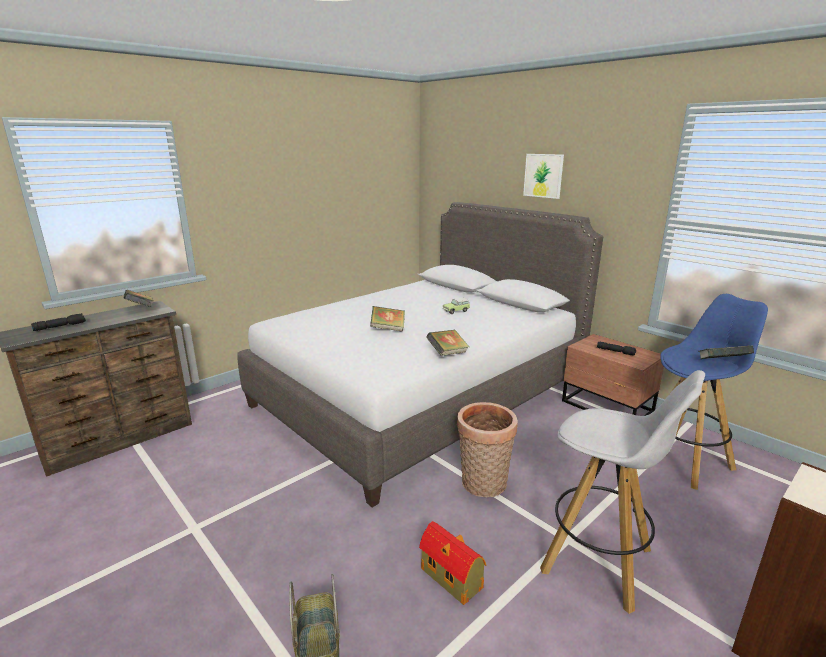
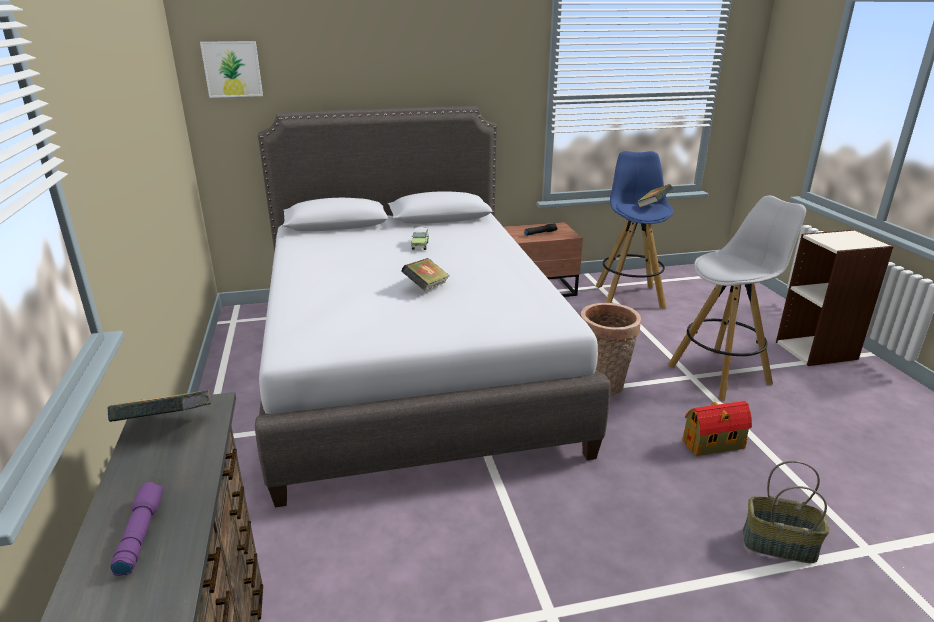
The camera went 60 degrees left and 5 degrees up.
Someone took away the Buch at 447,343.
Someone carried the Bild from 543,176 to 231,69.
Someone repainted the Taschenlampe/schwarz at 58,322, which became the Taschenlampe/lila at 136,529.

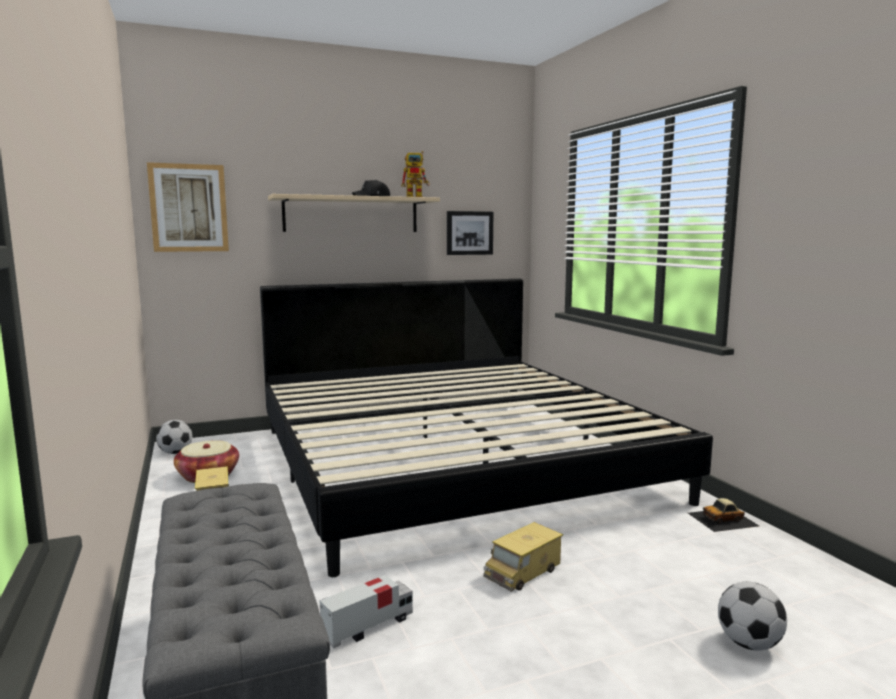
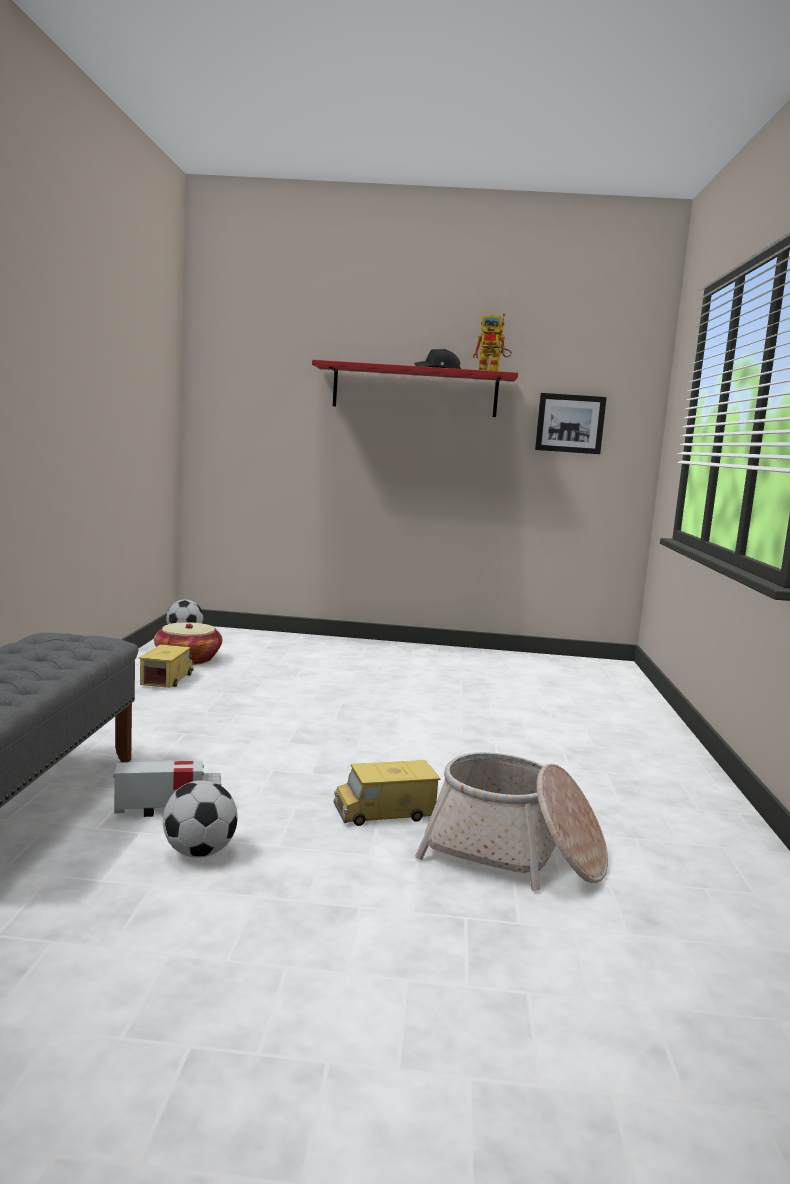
The camera went 25 degrees right and 0 degrees up.
Someone took away the Bild at 188,207.
Someone took away the Bett at 486,428.
Someone took away the Spielzeugauto at 723,515.
Someone put down the Korb at 511,821.
Someone carried the Fußball from 752,616 to 200,819.
Someone repainted the Wandregal/beige at 354,213, which became the Wandregal/rot at 415,388.

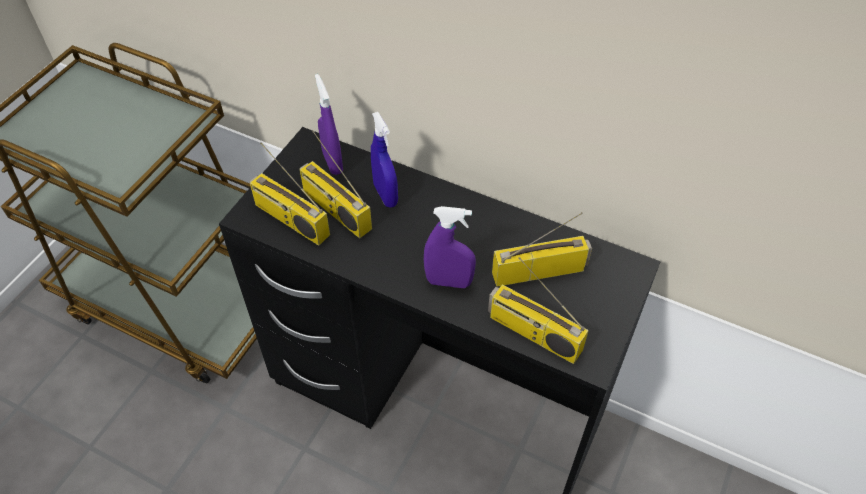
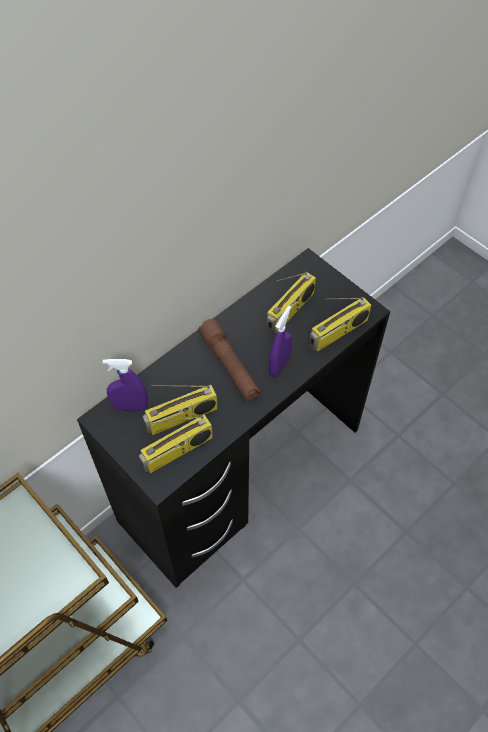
The camera went 70 degrees left and 5 degrees up.
Someone took away the Sprühflasche/blau at 384,160.
Someone put down the Taschenlampe/braun at 229,360.
Someone rotated the Radio at 542,249 by 150 degrees counterclockwise.

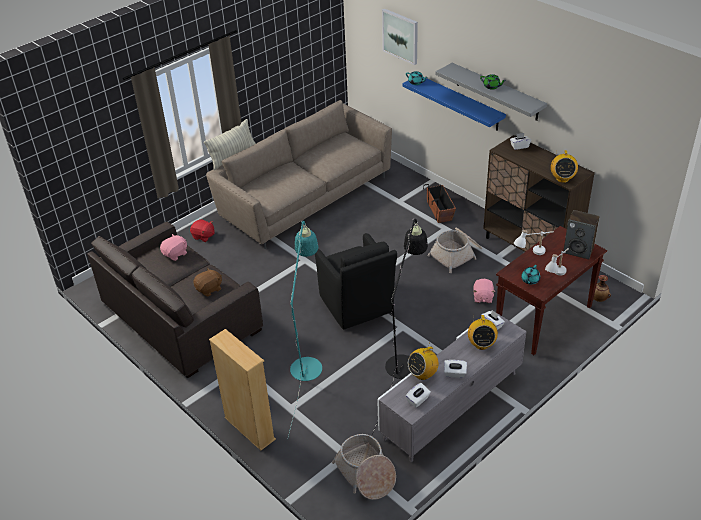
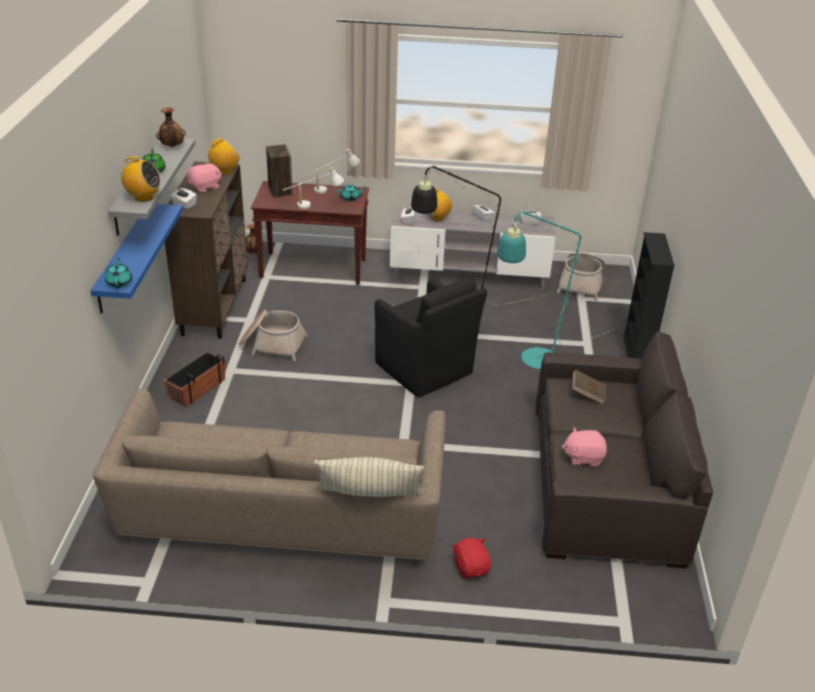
The camera went 135 degrees left and 5 degrees down.
Someone took away the Bild at 400,36.
Someone put down the Vase at 171,127.
Someone carried the Radio from 423,363 to 139,179.
Someone carried the Plüschtier/rosa from 484,291 to 204,177.
Someone swapped the Plüschtier/braun at 207,282 for the Buch/braun at 589,387.
Someone repainted the Bücherregal/beige at 242,390, which became the Bücherregal/schwarz at 649,295.
Someone rotated the Sessel/schwarz at 356,281 by 120 degrees clockwise.

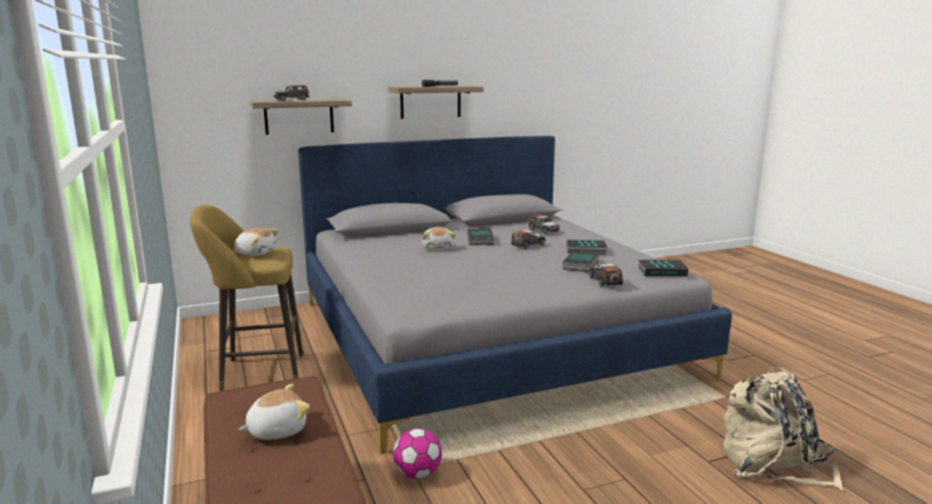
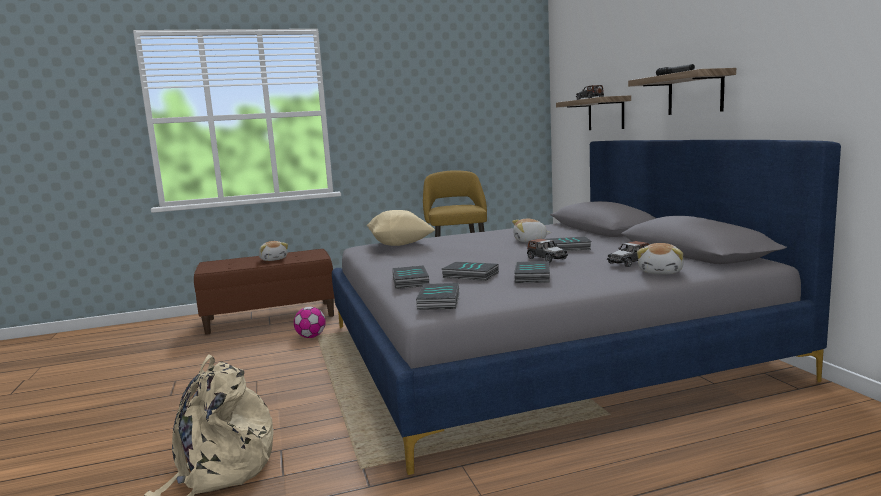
The camera went 95 degrees right and 5 degrees down.
Someone put down the Kissen/beige at 401,228.
Someone carried the Plüschtier from 256,242 to 660,258.
Someone swapped the Spielzeugauto at 606,275 for the Buch at 410,277.

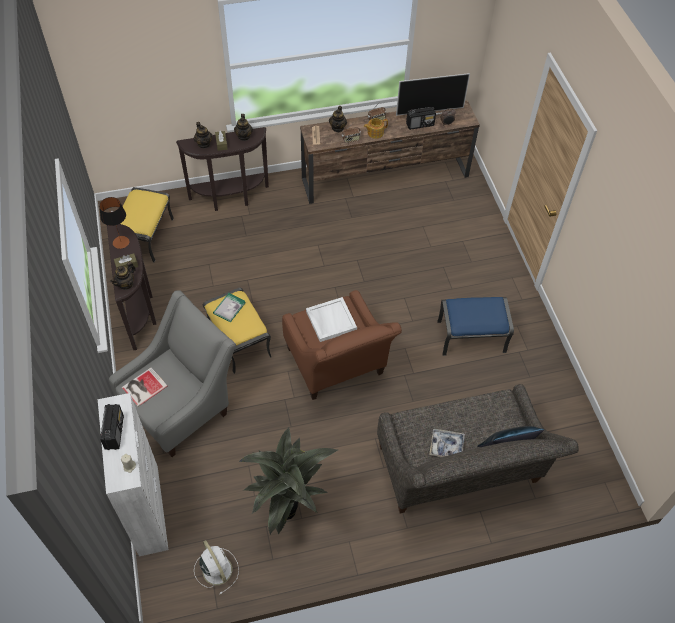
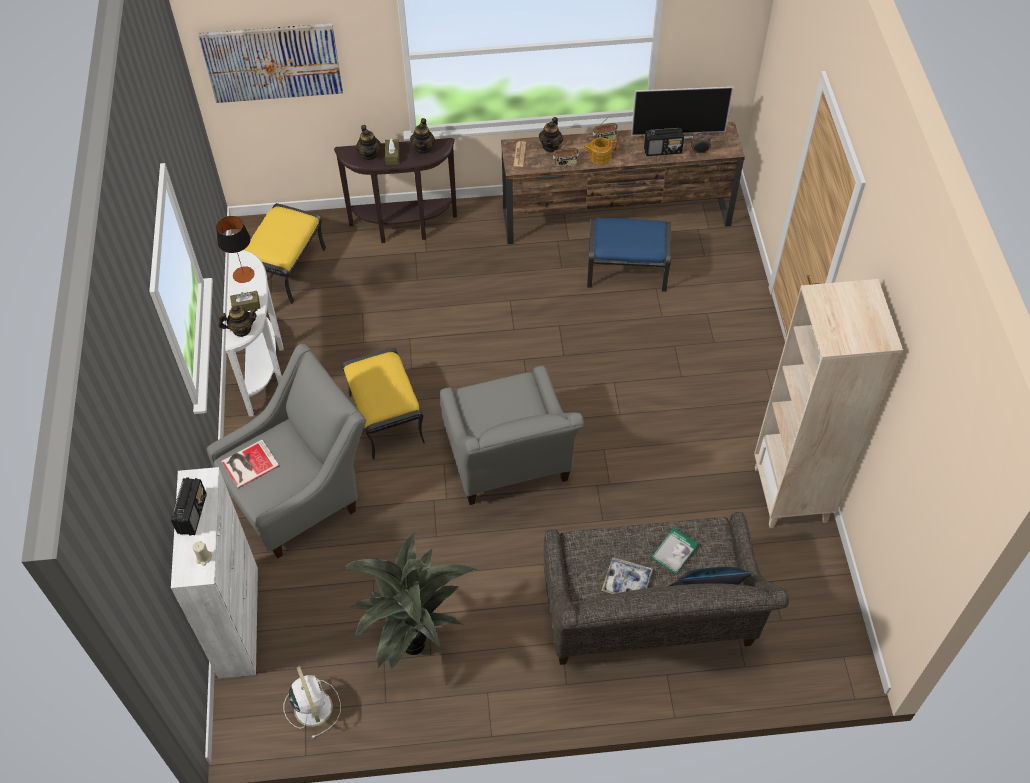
The camera went 10 degrees right and 0 degrees up.
Someone took away the Tablett/weiß at 331,319.
Someone put up the Bild at 270,63.
Someone put down the Bücherregal/beige at 828,403.
Someone carried the Buch from 229,307 to 675,551.
Someone carried the Polsterhocker/blau from 475,326 to 629,255.
Someone repainted the Konsolentisch/braun at 131,287, which became the Konsolentisch/weiß at 254,333.
Someone repainted the Sessel/braun at 342,345, which became the Sessel/grau at 512,435.
Someone rotated the Teekanne at 123,275 by 150 degrees counterclockwise.

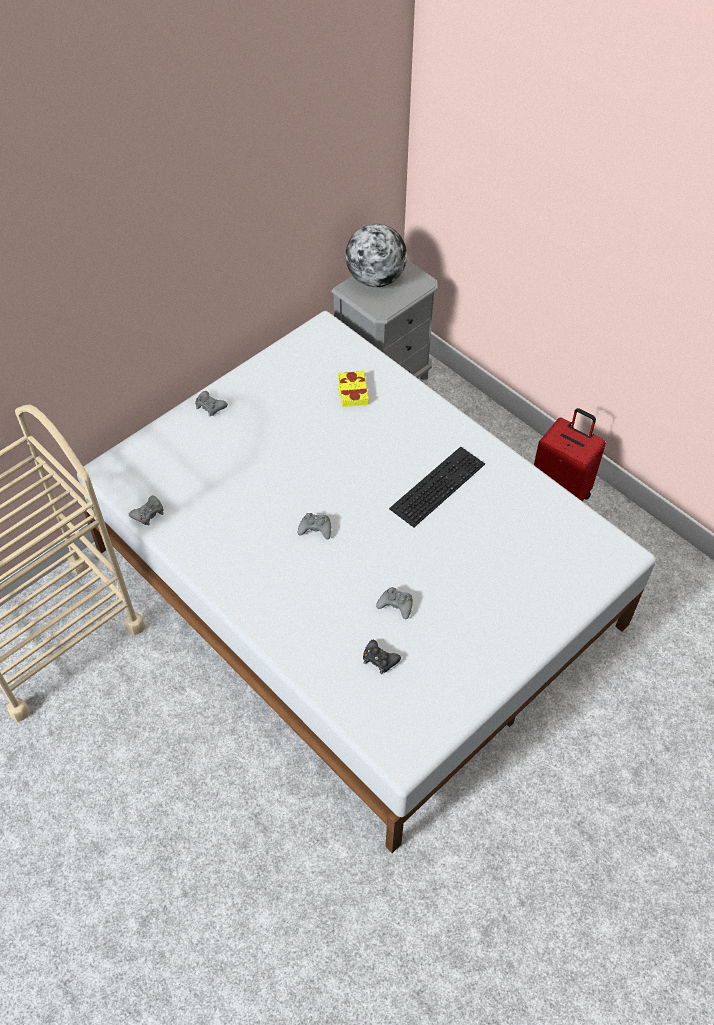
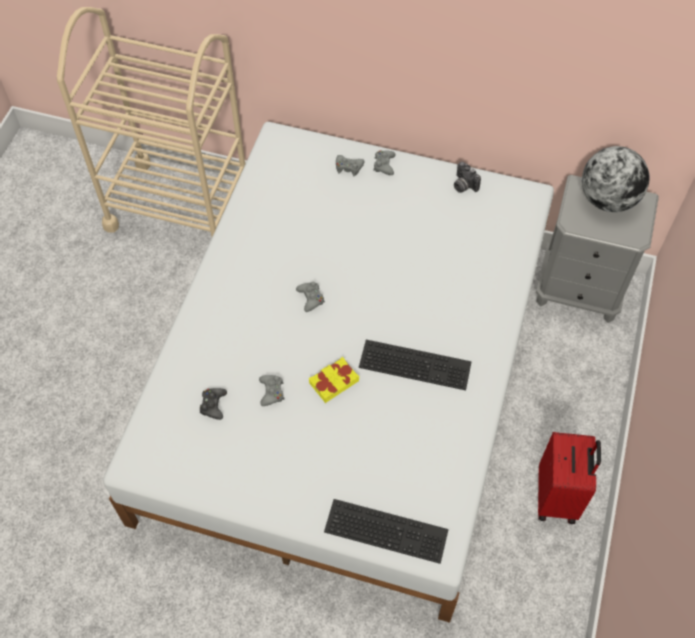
The camera went 60 degrees right and 5 degrees up.
Someone put down the Tastatur at 386,531.
Someone put down the Kamera at 467,177.
Someone carried the Gamepad/grau from 146,511 to 350,165.
Someone carried the Buch/gelb from 353,388 to 334,380.

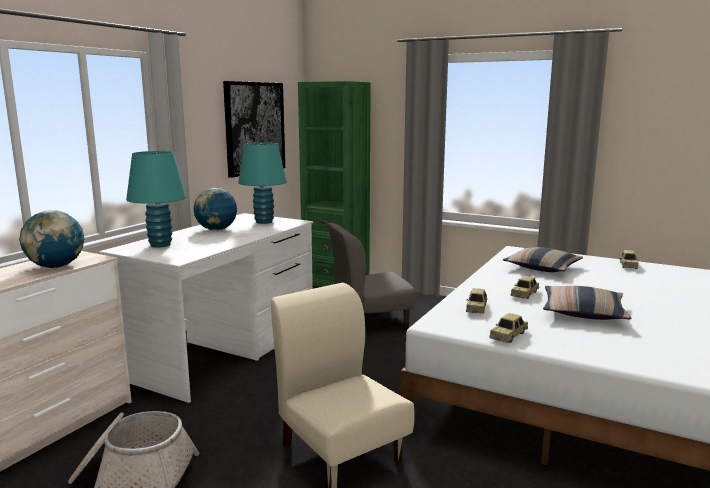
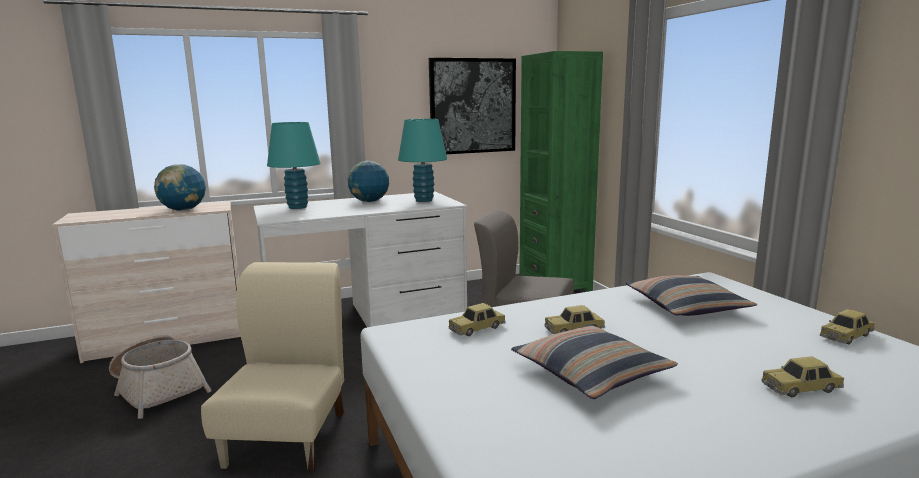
The camera went 40 degrees right and 0 degrees up.
Someone carried the Spielzeugauto from 508,328 to 802,376.

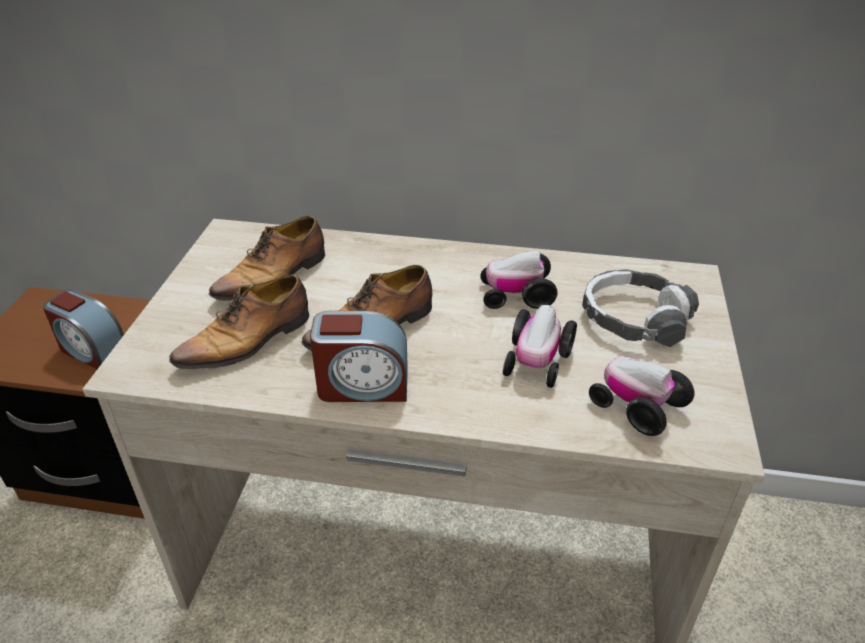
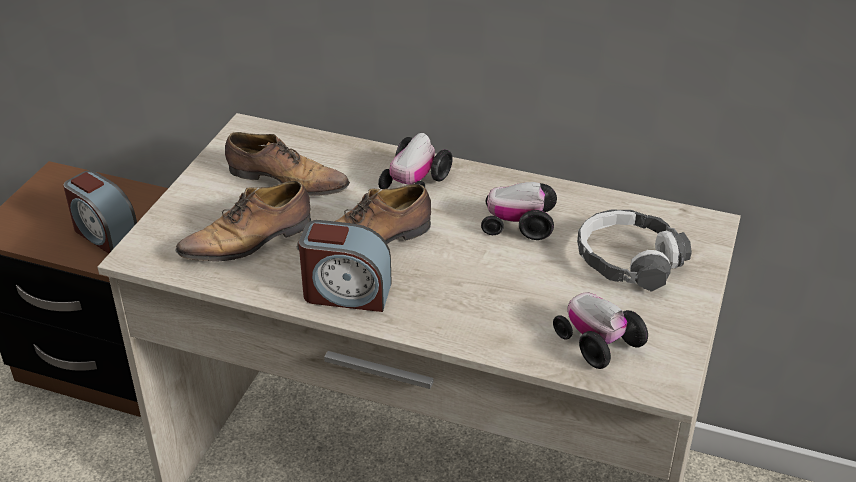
The camera went 10 degrees right and 0 degrees up.
Someone carried the Spielzeugauto from 540,346 to 415,161.
Someone rotated the Schuh at 266,262 by 120 degrees counterclockwise.

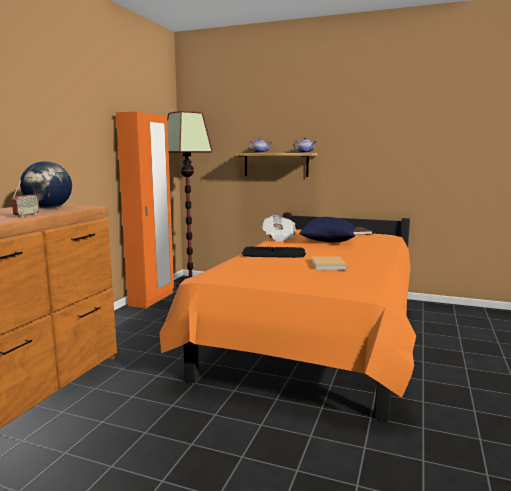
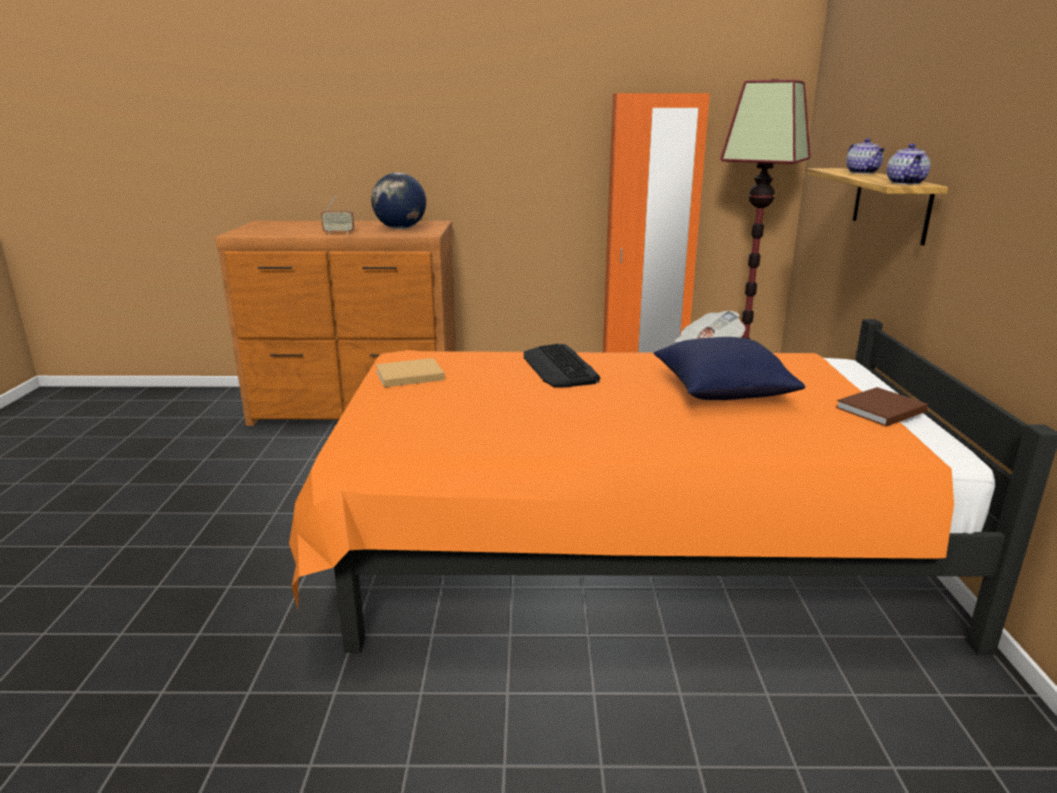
The camera went 70 degrees right and 10 degrees up.
Someone carried the Buch/beige from 329,263 to 410,372.

